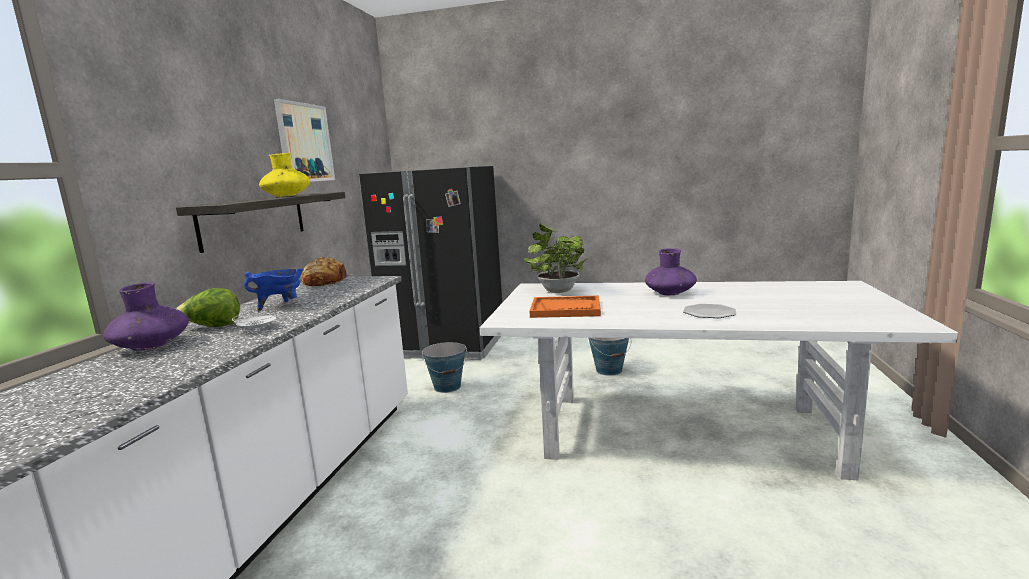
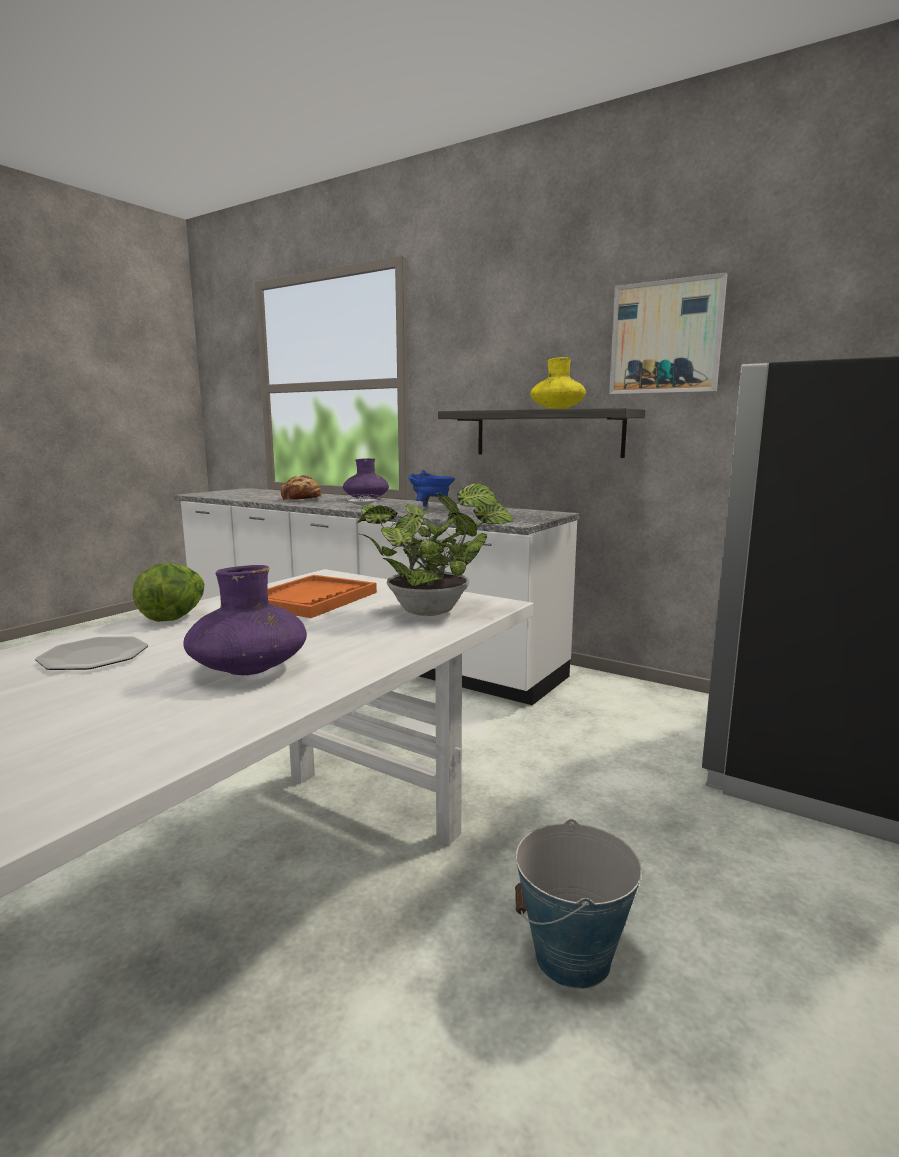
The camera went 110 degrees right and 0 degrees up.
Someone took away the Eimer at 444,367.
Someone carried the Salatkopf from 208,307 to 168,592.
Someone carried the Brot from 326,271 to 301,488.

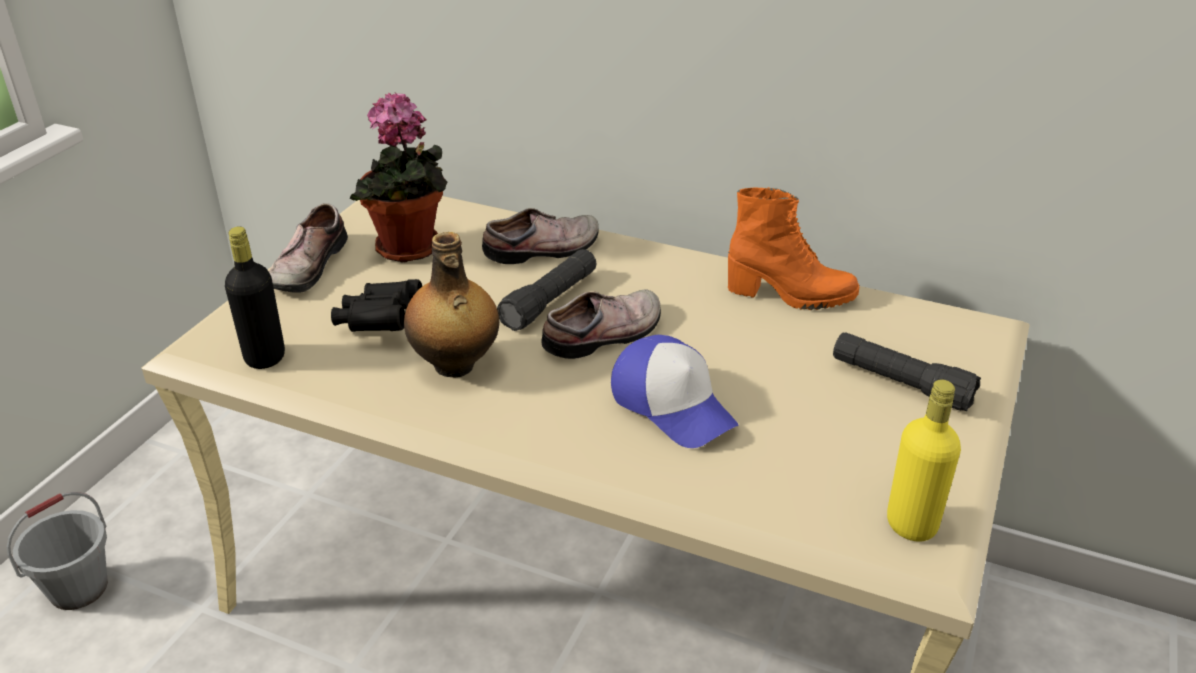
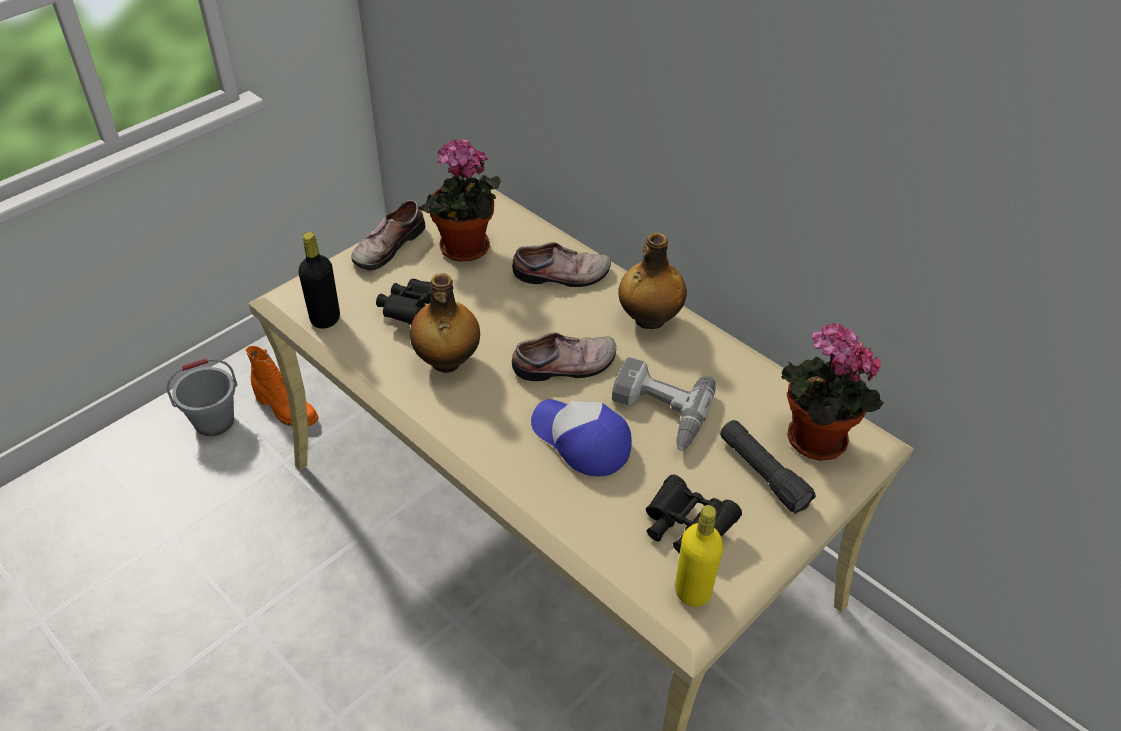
The camera went 20 degrees right and 10 degrees up.
Someone took away the Taschenlampe/schwarz at 547,290.
Someone put down the Bohrmaschine at 664,404.
Someone put down the Flasche at 652,281.
Someone put down the Fernglas/schwarz at 694,513.
Someone put down the Topfpflanze at 832,391.
Someone carried the Stiefel/orange from 793,248 to 282,386.
Someone rotated the Kappe at 675,391 by 150 degrees clockwise.

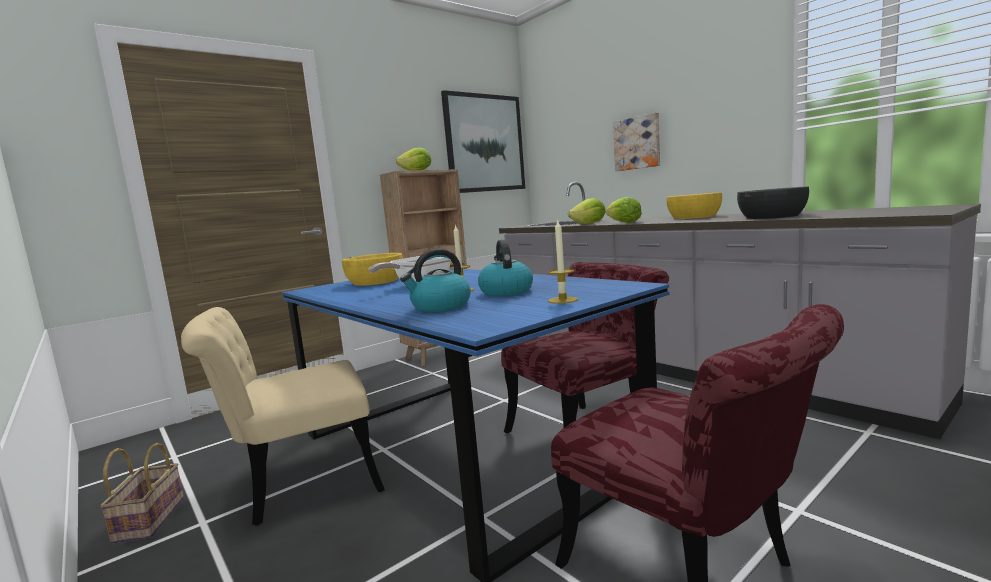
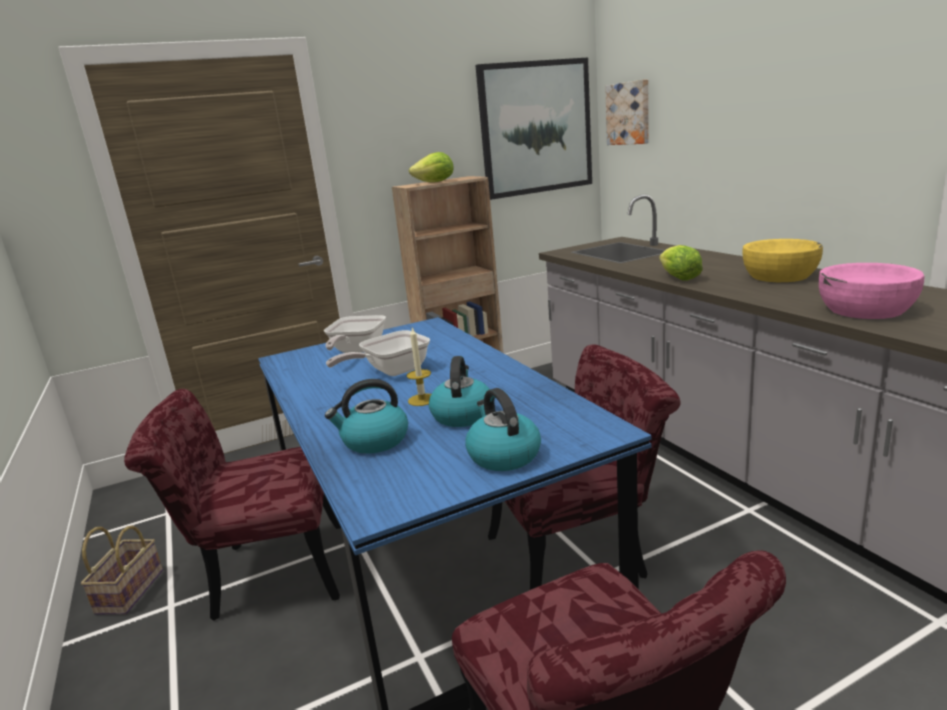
The camera went 15 degrees right and 10 degrees up.
Someone took away the Salatkopf at 586,211.
Someone carried the Bild from 636,142 to 627,112.
Someone swapped the Schüssel/gelb at 372,269 for the Pfanne at 355,334.
Someone swapped the Kerze at 563,262 for the Wasserkessel at 503,429.
Someone repainted the Stuhl/beige at 283,416, which became the Stuhl/rot at 232,505.
Someone repainted the Schüssel/schwarz at 773,202, which became the Schüssel/rosa at 871,291.

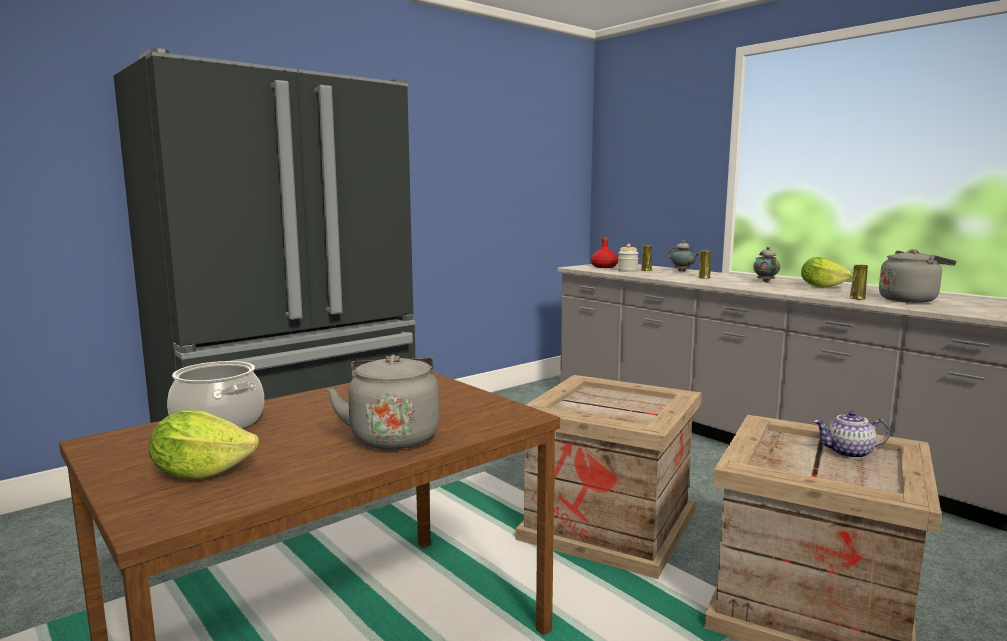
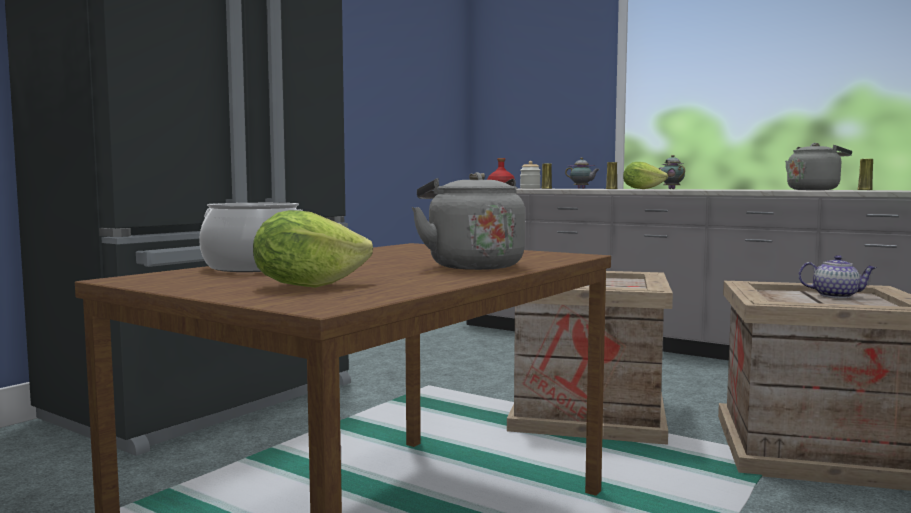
The camera went 15 degrees left and 5 degrees down.
Someone carried the Salatkopf from 827,272 to 645,175.
Someone carried the Vase/gelb from 859,282 to 865,174.
Someone rotated the Teekanne at 851,435 by 150 degrees counterclockwise.

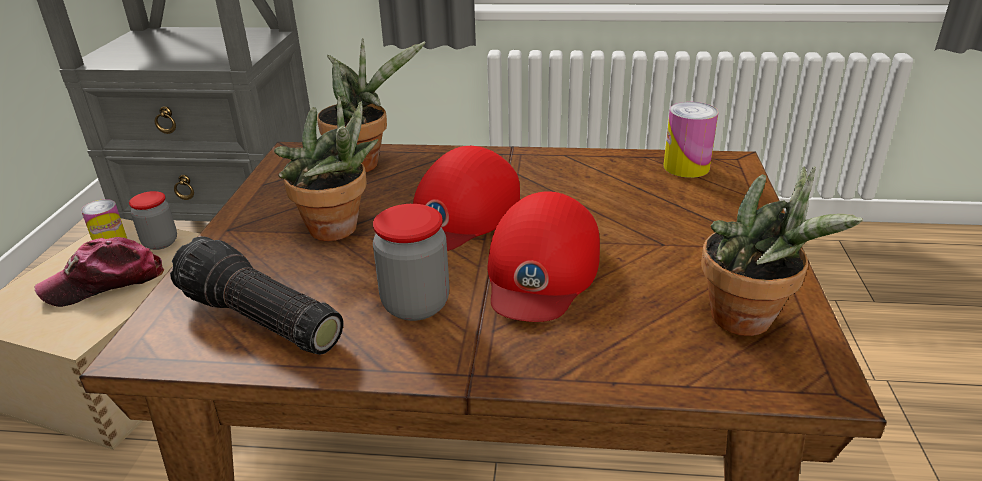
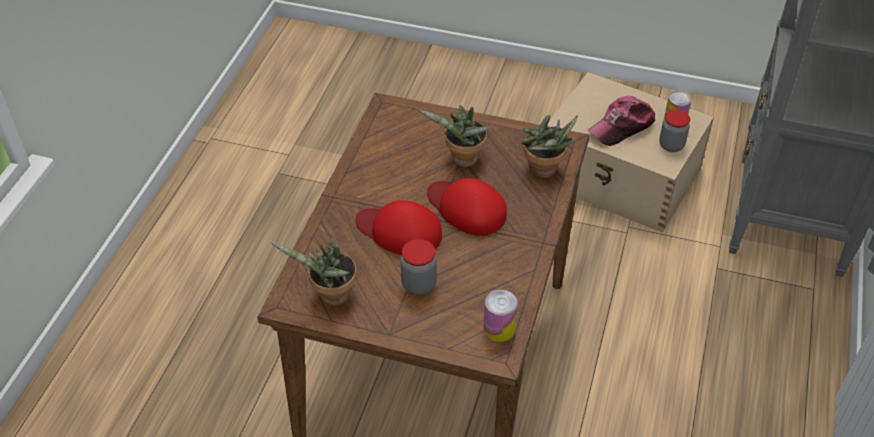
The camera went 100 degrees right and 15 degrees up.
Someone took away the Taschenlampe at 256,295.
Someone carried the Vorratsglas from 411,262 to 418,267.
Someone rotated the Kappe at 99,272 by 105 degrees counterclockwise.

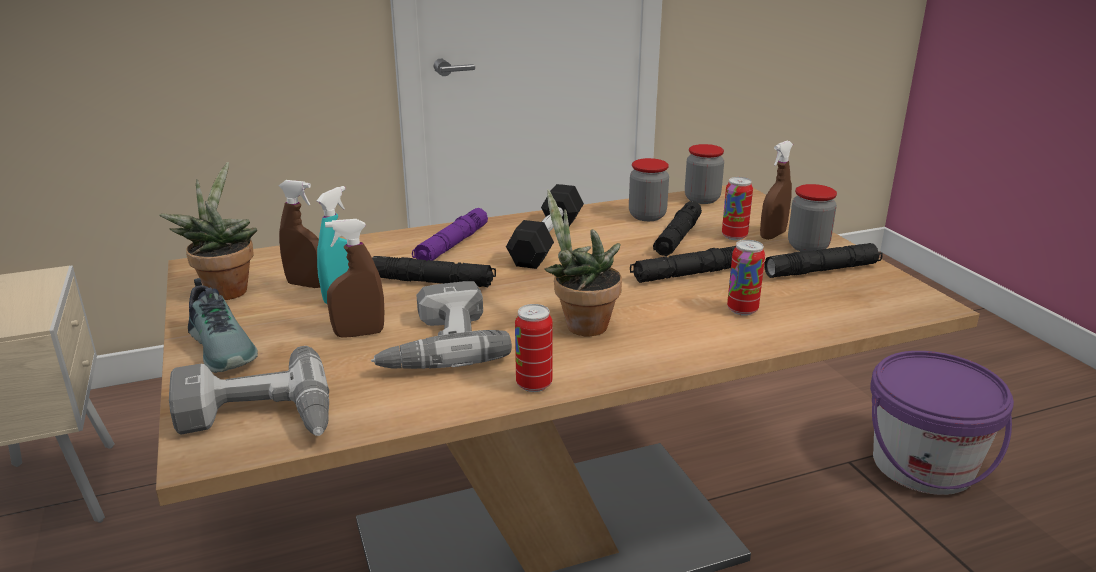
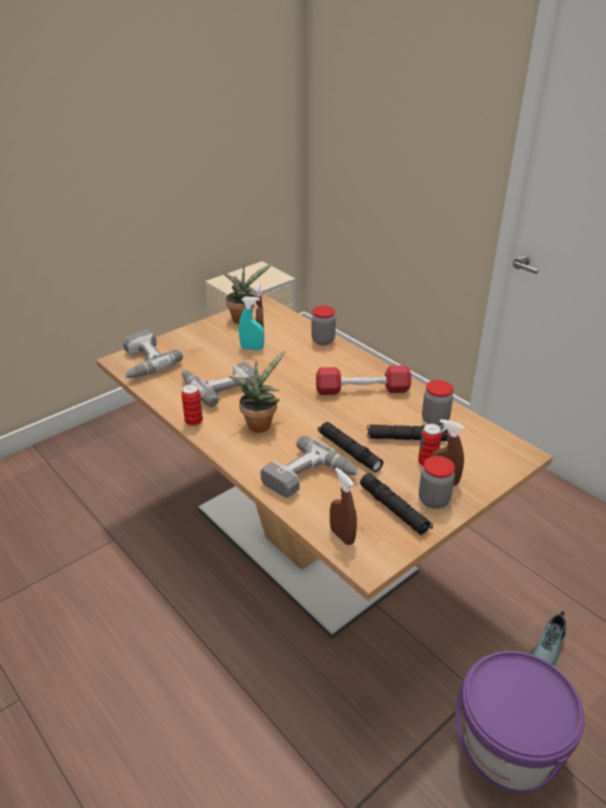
The camera went 70 degrees right and 10 degrees up.
Someone took away the Taschenlampe/schwarz at 434,271.
Someone took away the Taschenlampe/lila at 450,234.
Someone carried the Schuh from 223,325 to 548,638.
Someone carried the Sprühflasche/braun from 354,278 to 343,506.
Someone carried the Vorratsglas from 704,174 to 324,325.
Someone swapped the Dose at 746,278 for the Bohrmaschine at 309,467.
Someone repainted the Hantel/schwarz at 545,226, which became the Hantel/rot at 363,380.

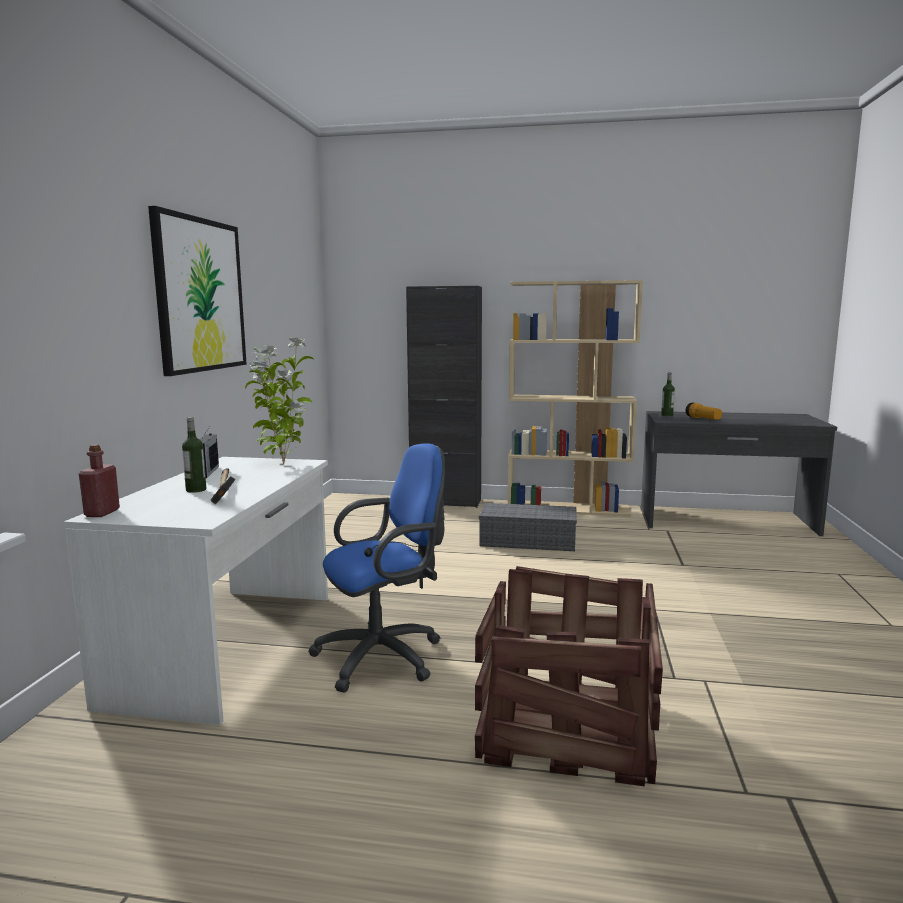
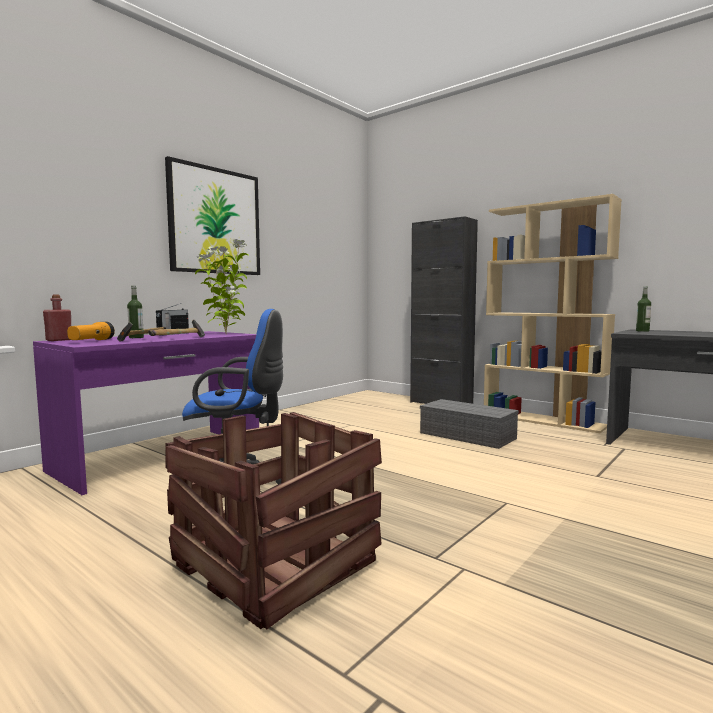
The camera went 30 degrees right and 5 degrees down.
Someone put down the Hammer at 176,328.
Someone carried the Taschenlampe from 704,411 to 91,331.
Someone repainted the Schreibtisch/weiß at 196,591, which became the Schreibtisch/lila at 146,413.

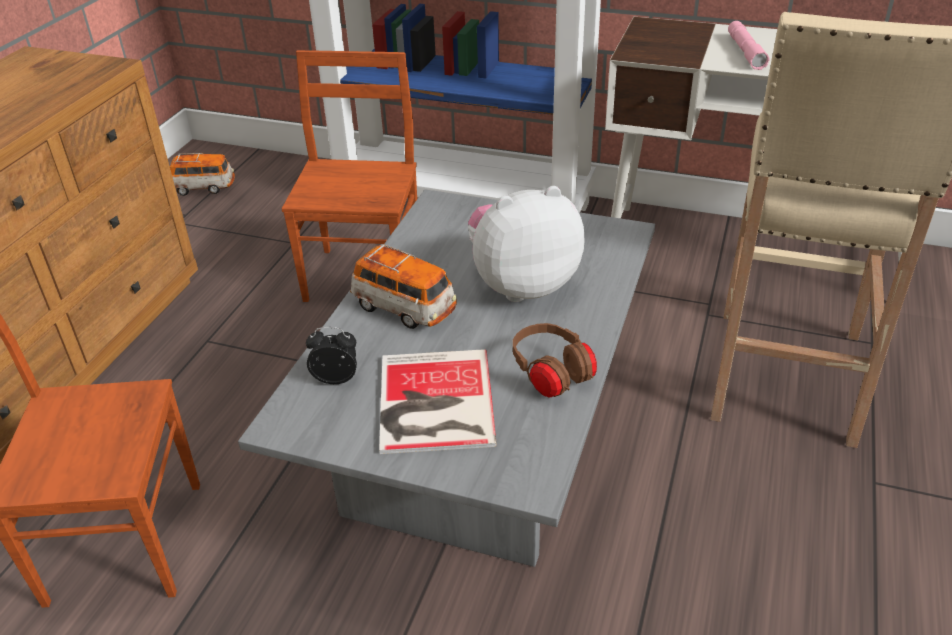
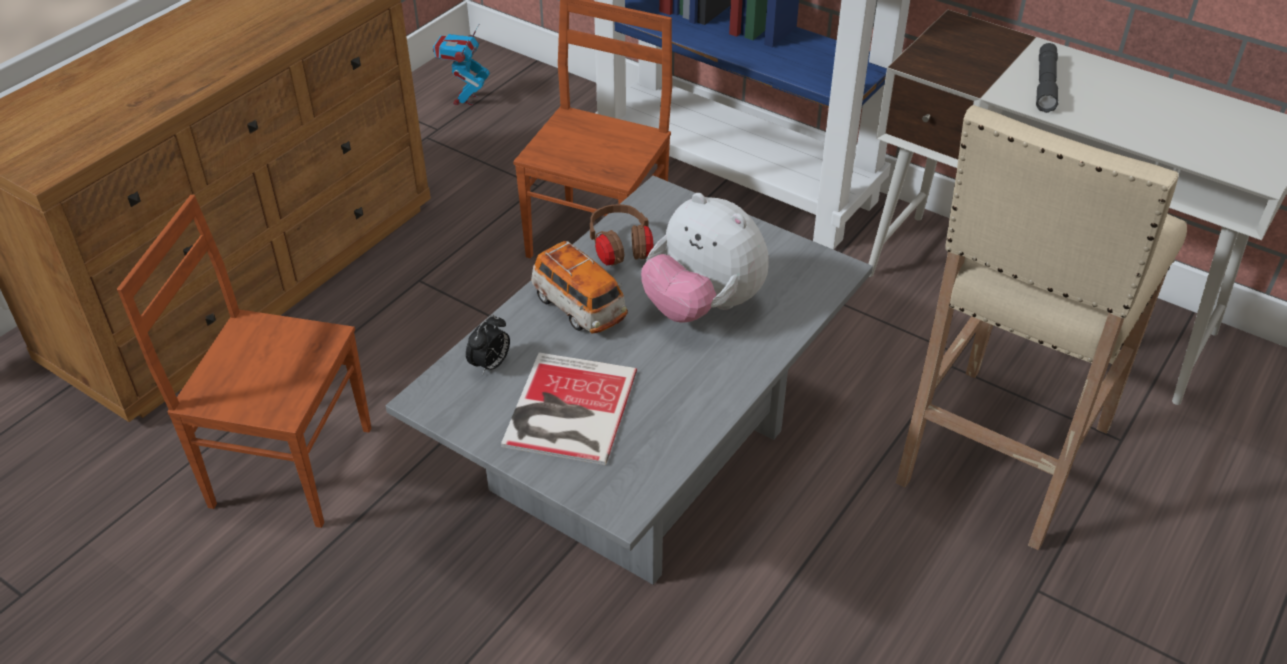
The camera went 15 degrees right and 5 degrees up.
Someone carried the Kopfhörer/braun from 555,360 to 621,235.
Someone swapped the Spielzeugauto at 202,174 for the Spielzeugroboter at 461,64.
Someone repainted the Taschenlampe/rosa at 748,45, which became the Taschenlampe/grau at 1047,78.
Someone rotated the Wecker at 331,355 by 105 degrees clockwise.
Someone rotated the Plüschtier at 526,244 by 135 degrees counterclockwise.

